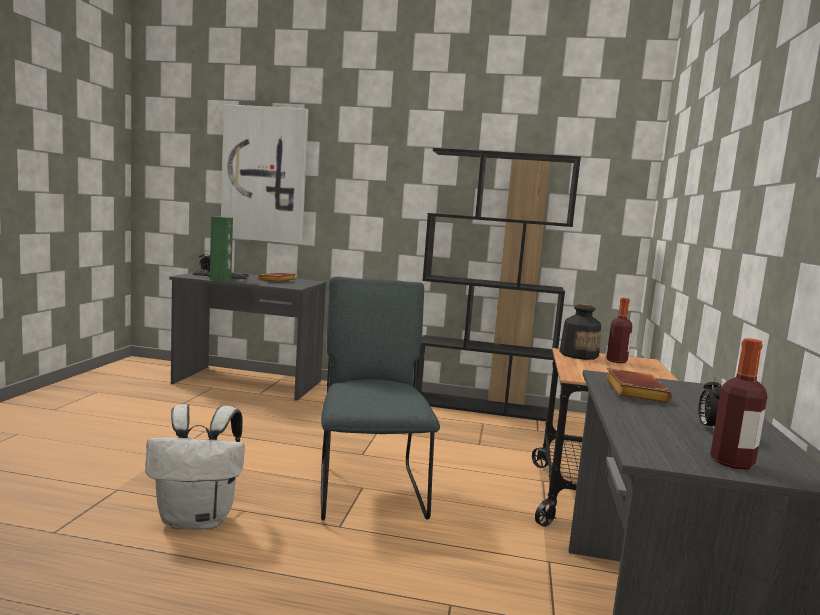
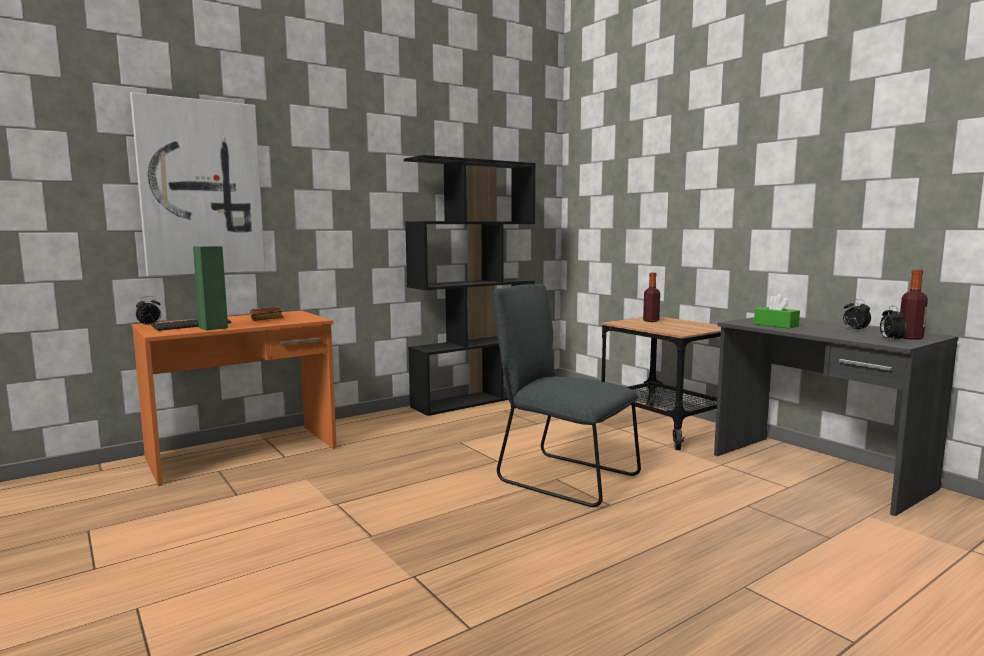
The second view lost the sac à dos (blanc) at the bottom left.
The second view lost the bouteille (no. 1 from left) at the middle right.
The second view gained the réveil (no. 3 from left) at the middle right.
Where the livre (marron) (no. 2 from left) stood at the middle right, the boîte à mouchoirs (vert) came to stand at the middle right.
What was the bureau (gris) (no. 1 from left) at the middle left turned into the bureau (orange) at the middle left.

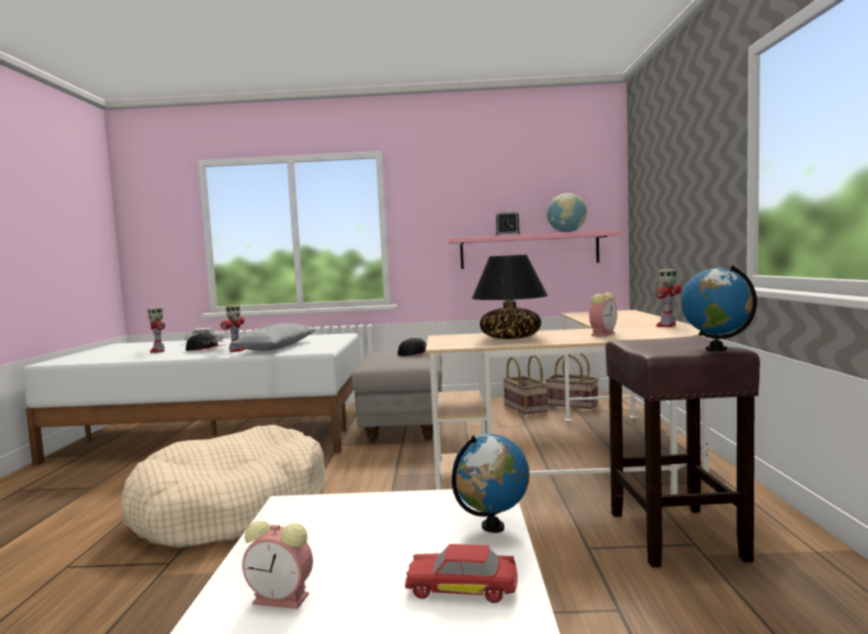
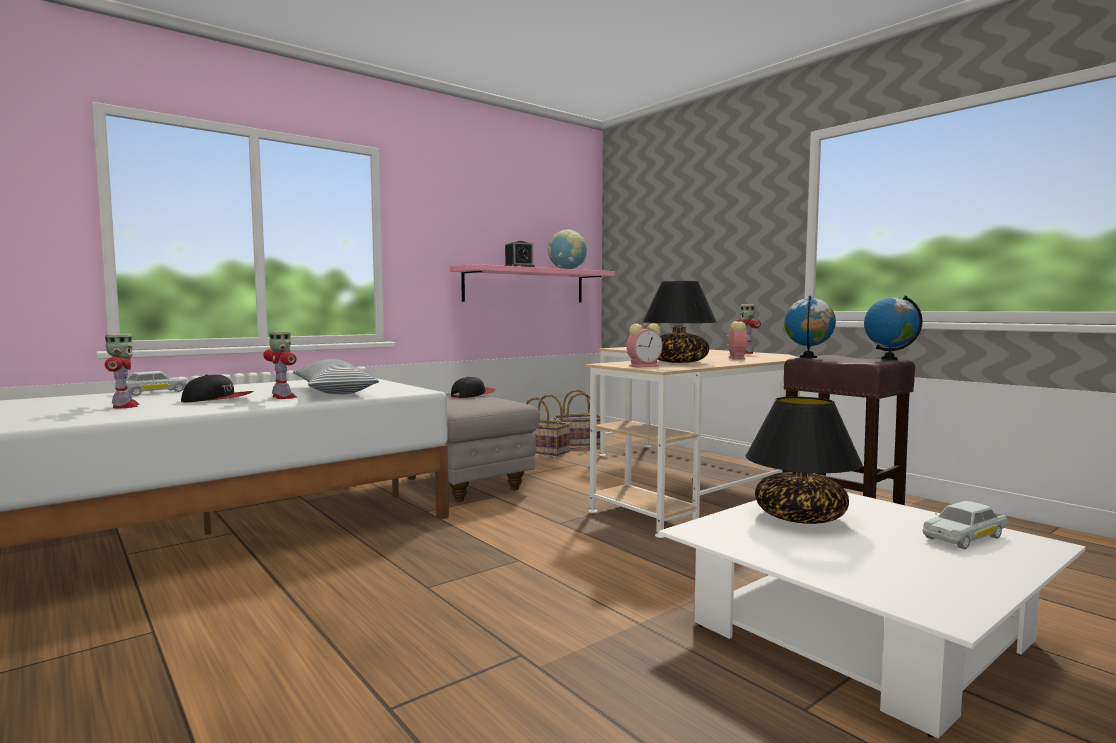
The second view lost the panier pour chien (beige) at the bottom left.
The second view gained the lampe de table (noir) (no. 2 from left) at the middle right.
The réveil (no. 1 from left in the first image) ended up elsewhere, having gone from the bottom left to the centre.
The globe (no. 1 from left in the first image) ended up elsewhere, having gone from the bottom centre to the middle right.
What was the petite voiture (rouge) at the bottom centre turned into the petite voiture (blanc) (no. 2 from left) at the bottom right.
The robot jouet (no. 1 from left) at the middle left ended up facing another way, 135 degrees counterclockwise from before.

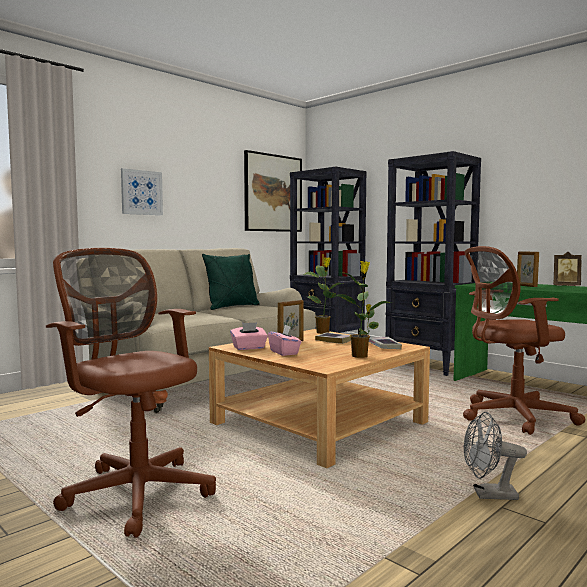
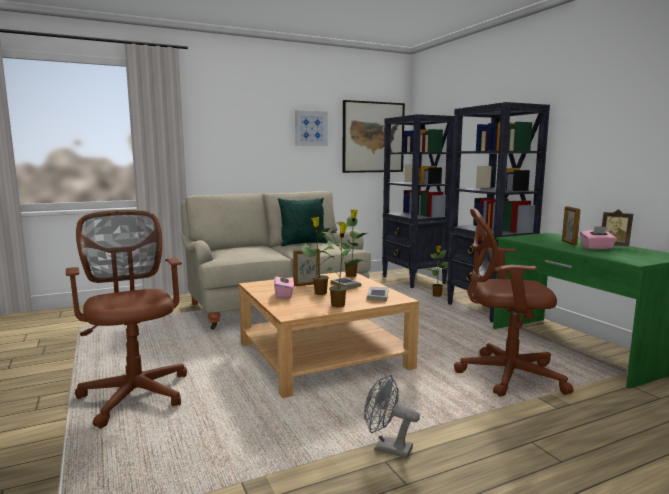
The second view gained the plante en pot (no. 1 from left) at the centre.
The tableau (no. 1 from left) ended up elsewhere, having gone from the top left to the top centre.
The boîte à mouchoirs (rose) (no. 1 from left in the first image) ended up elsewhere, having gone from the centre to the middle right.

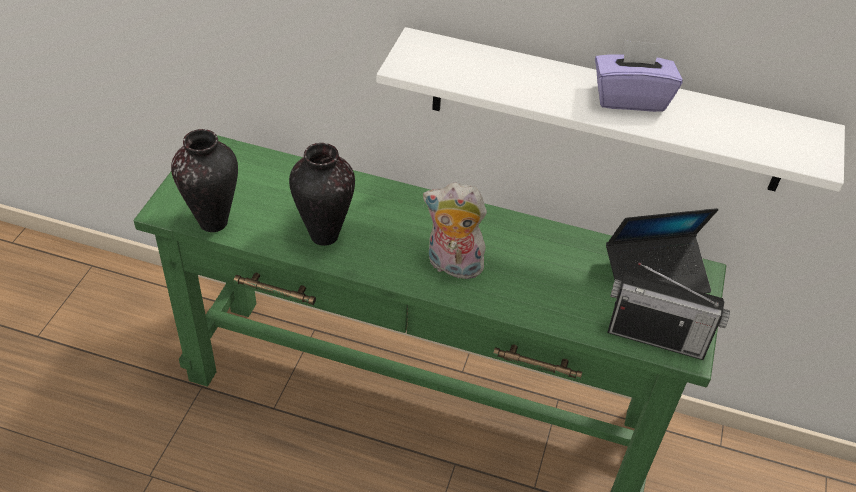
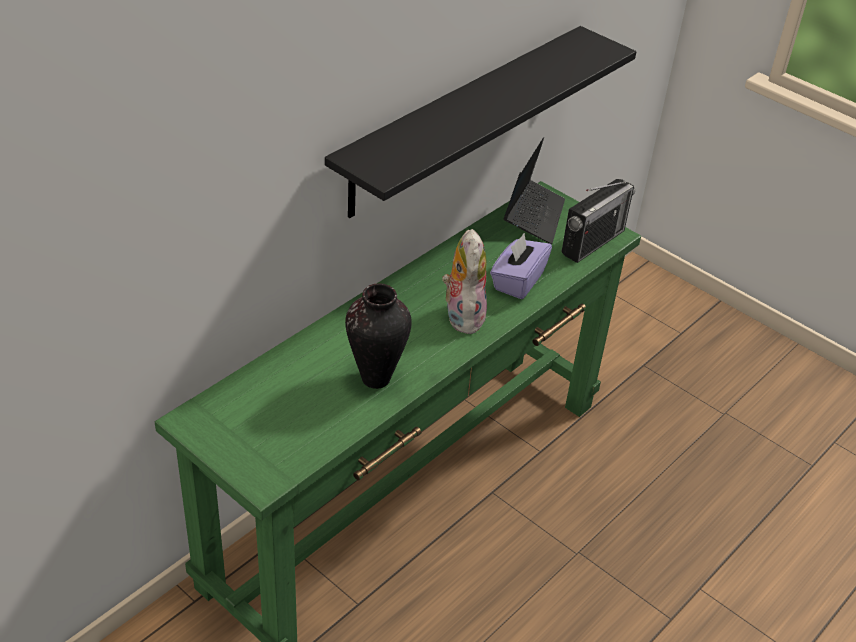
The second view lost the vase (no. 1 from left) at the middle left.
The boîte à mouchoirs (violet) ended up elsewhere, having gone from the top right to the centre.
What was the étagère (blanc) at the top right turned into the étagère (noir) at the top centre.
The peluche at the centre ended up facing another way, 135 degrees clockwise from before.

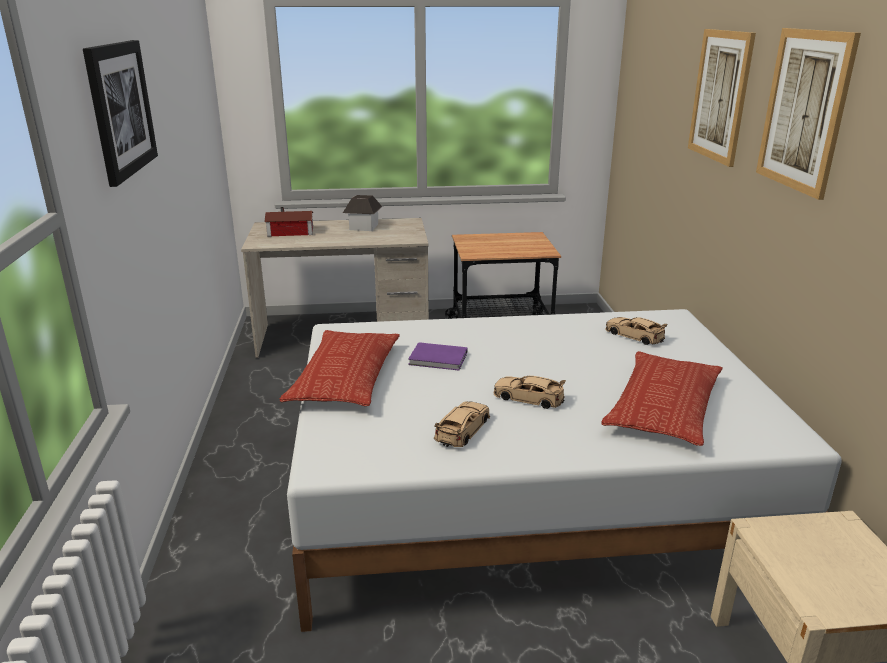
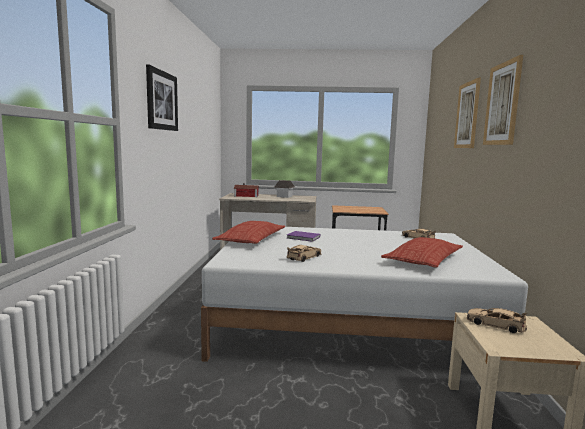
The petite voiture (beige) (no. 2 from left in the first image) ended up elsewhere, having gone from the centre to the bottom right.

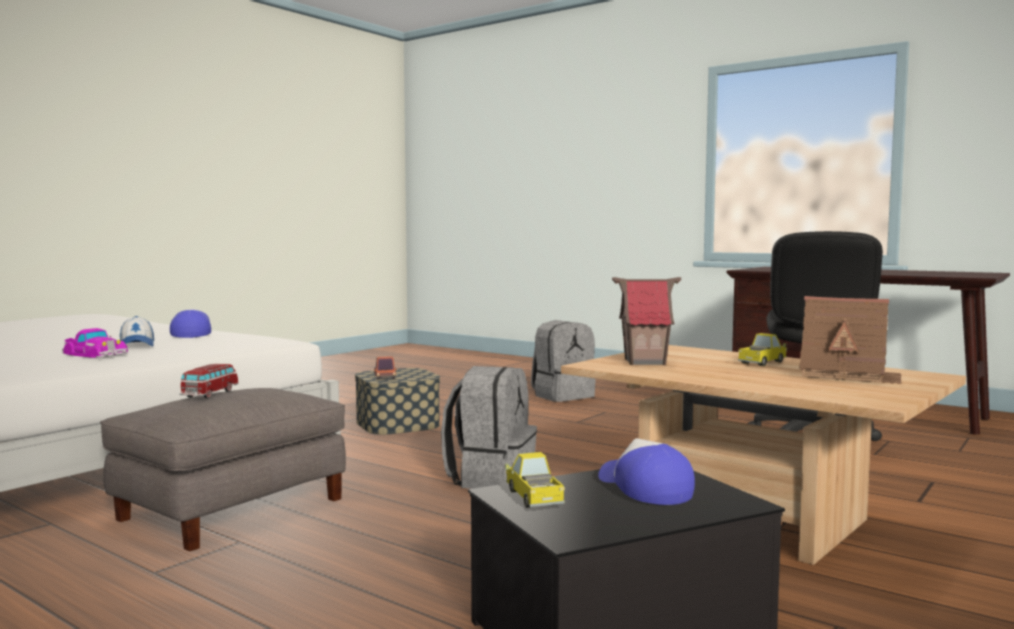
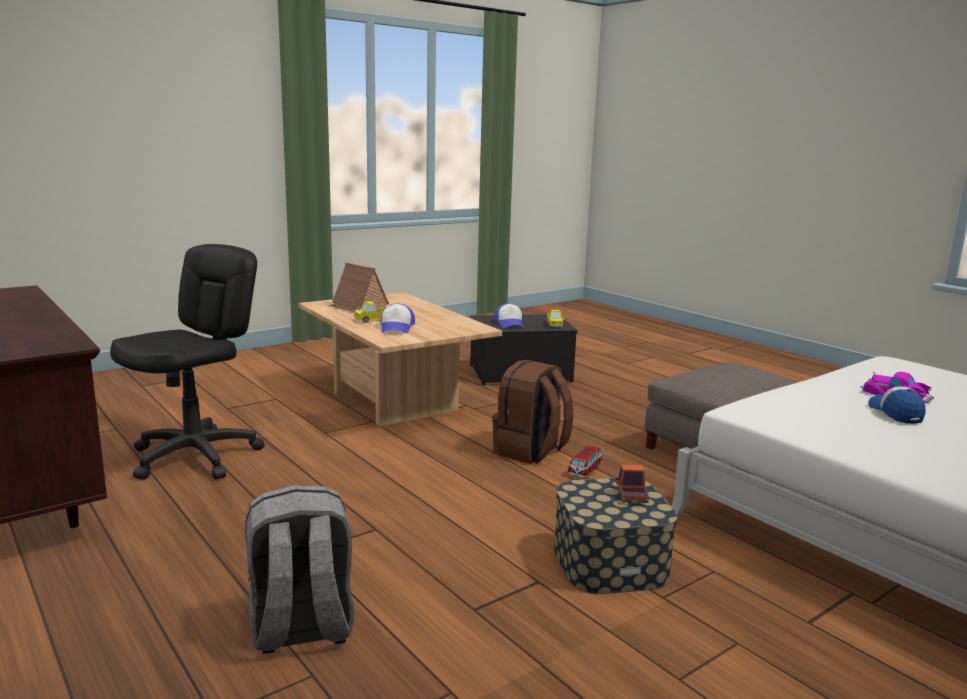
The second view lost the maison miniature (no. 1 from left) at the centre.
The casquette (no. 2 from left in the first image) ended up elsewhere, having gone from the middle left to the centre.
The petite voiture (no. 2 from left in the first image) ended up elsewhere, having gone from the middle left to the centre.
What was the sac à dos (gris) (no. 1 from left) at the bottom centre turned into the sac à dos (marron) at the centre.

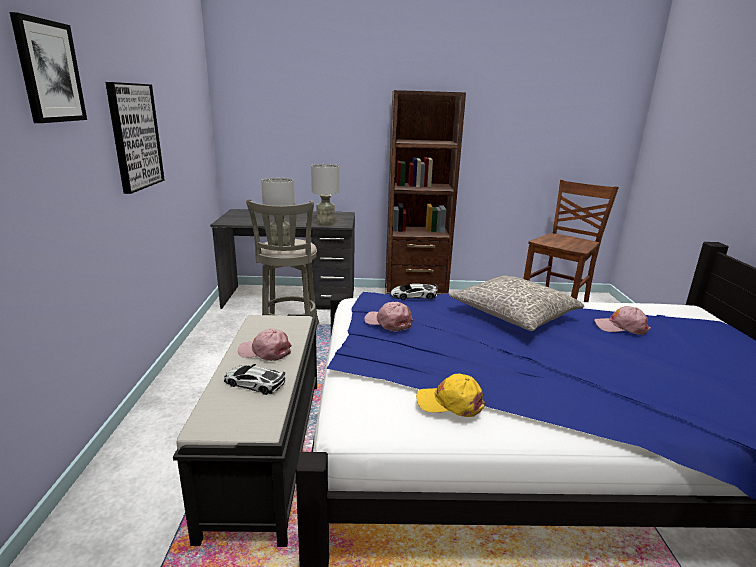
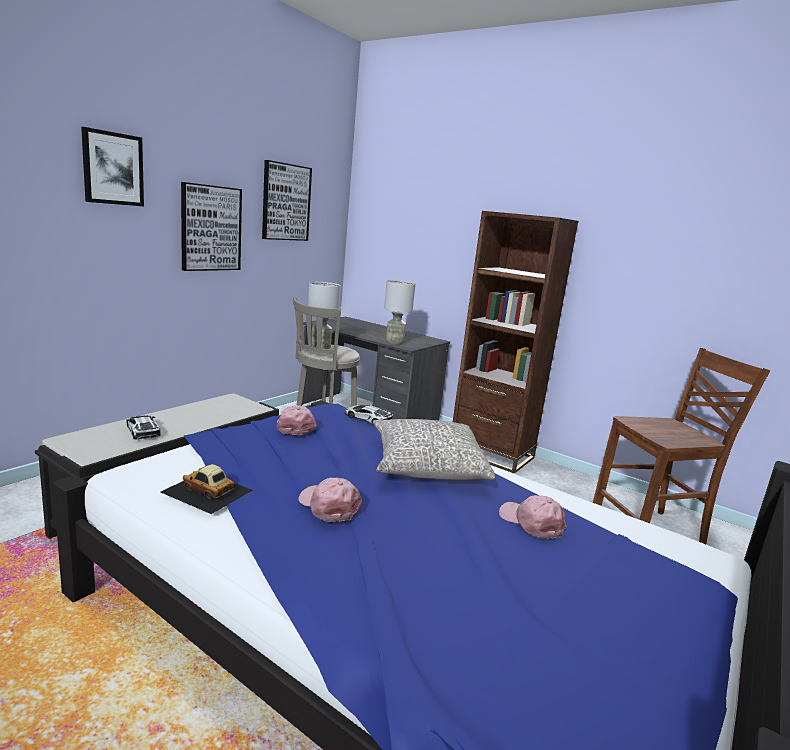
The second view gained the tableau (no. 3 from left) at the top centre.
The casquette (rose) (no. 1 from left in the first image) ended up elsewhere, having gone from the centre to the bottom centre.
Where the casquette (jaune) stood at the bottom centre, the petite voiture (no. 2 from left) came to stand at the middle left.

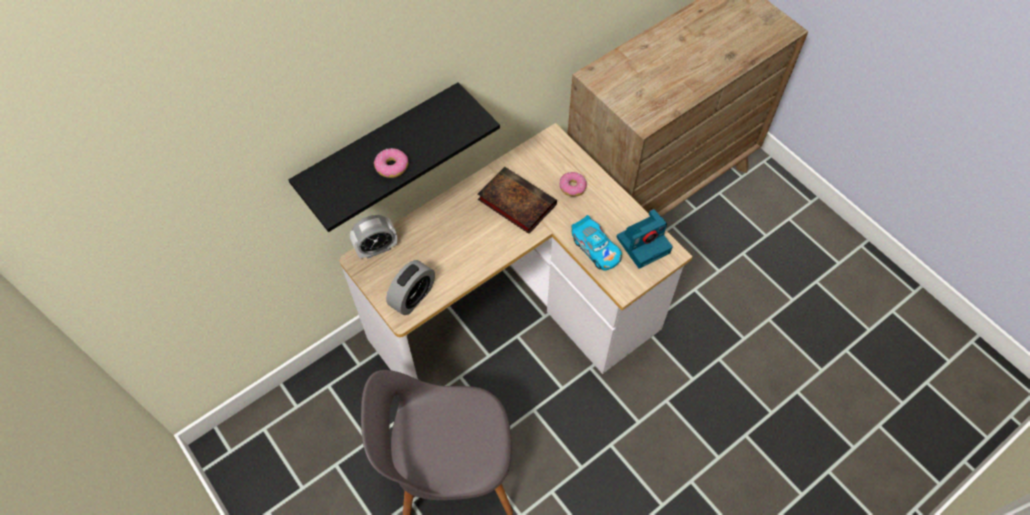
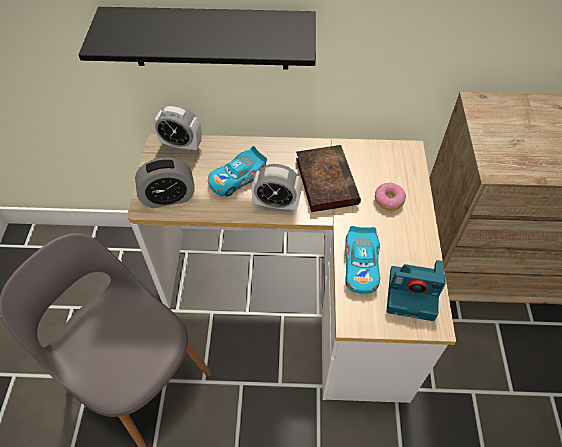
The second view lost the beignet (no. 1 from left) at the top centre.
The second view gained the petite voiture (no. 1 from left) at the centre.
The second view gained the réveil (no. 3 from left) at the centre.

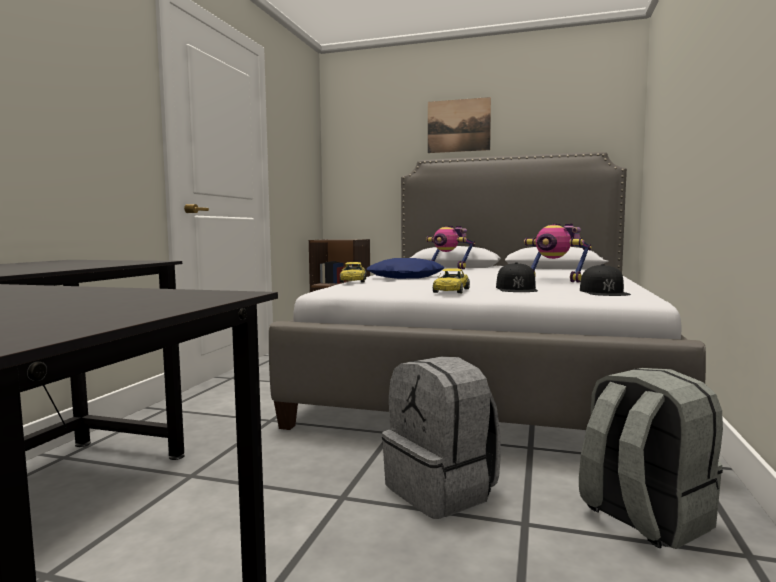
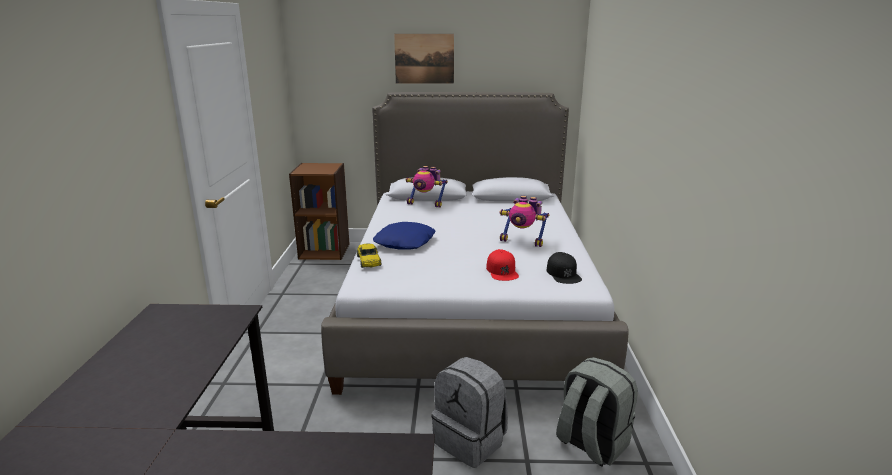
The second view lost the petite voiture (jaune) (no. 2 from left) at the centre.
What was the casquette (noir) (no. 1 from left) at the centre turned into the casquette (rouge) at the centre.

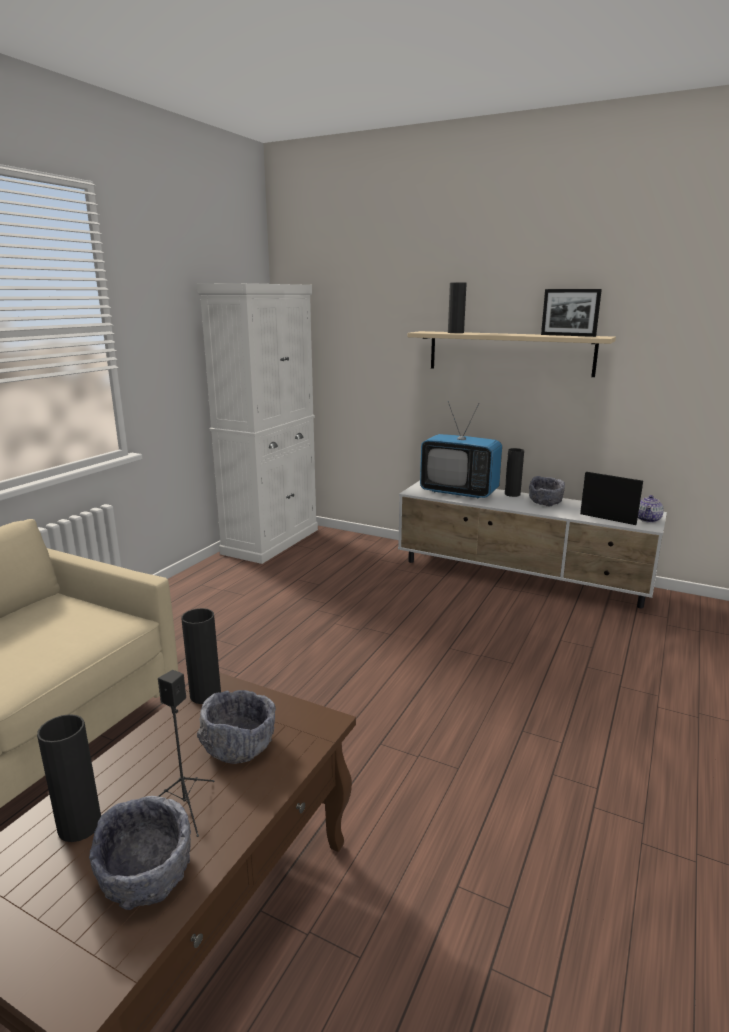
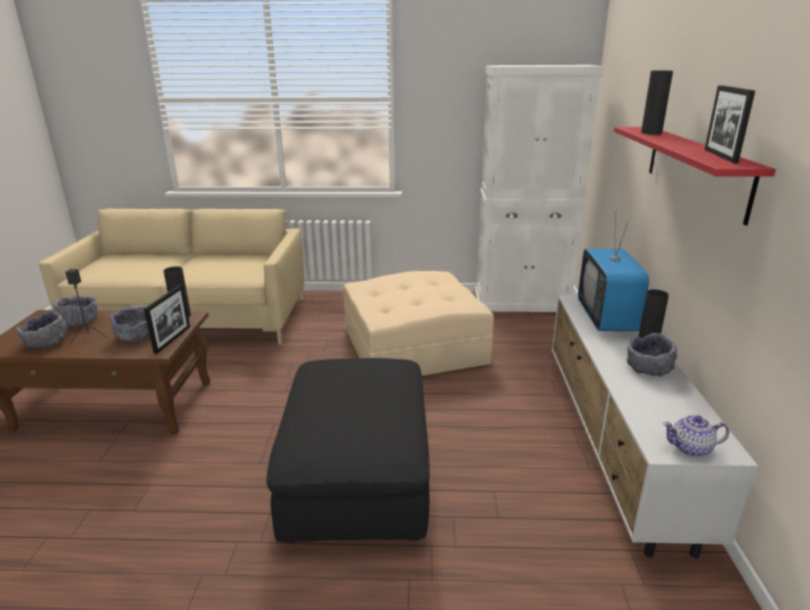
The second view gained the pouf (noir) at the bottom centre.
The second view gained the pouf (beige) at the centre.
The cadre photo (no. 2 from left in the first image) ended up elsewhere, having gone from the middle right to the middle left.
Where the vase (noir) (no. 1 from left) stood at the bottom left, the bol (gris) (no. 2 from left) came to stand at the middle left.
What was the étagère (beige) at the middle right turned into the étagère (rouge) at the top right.

